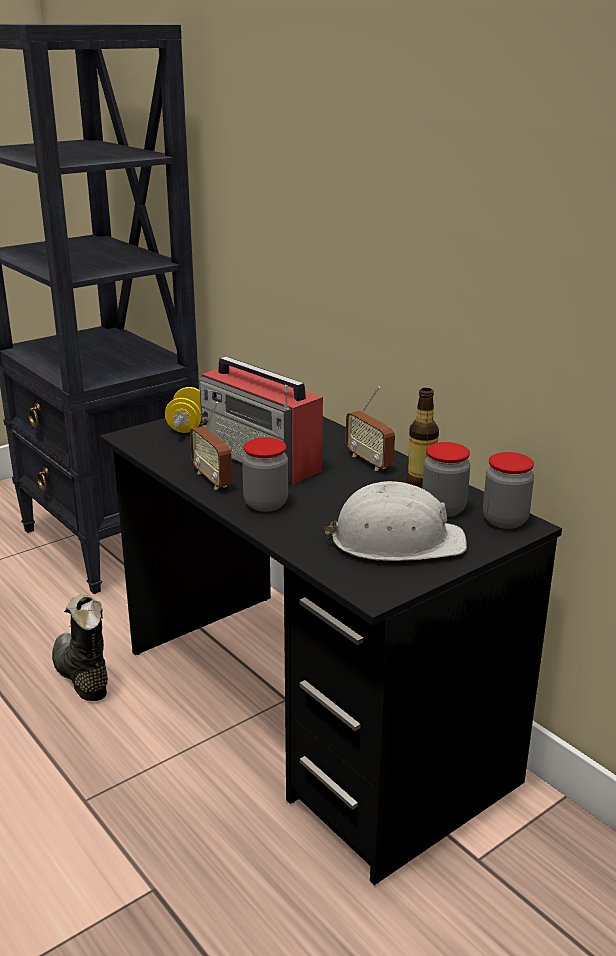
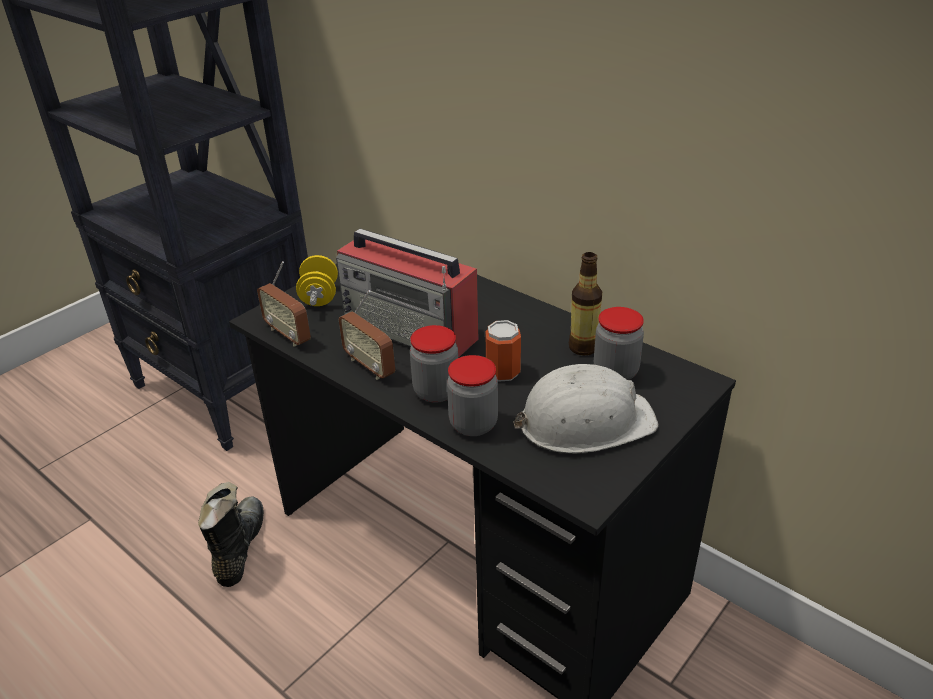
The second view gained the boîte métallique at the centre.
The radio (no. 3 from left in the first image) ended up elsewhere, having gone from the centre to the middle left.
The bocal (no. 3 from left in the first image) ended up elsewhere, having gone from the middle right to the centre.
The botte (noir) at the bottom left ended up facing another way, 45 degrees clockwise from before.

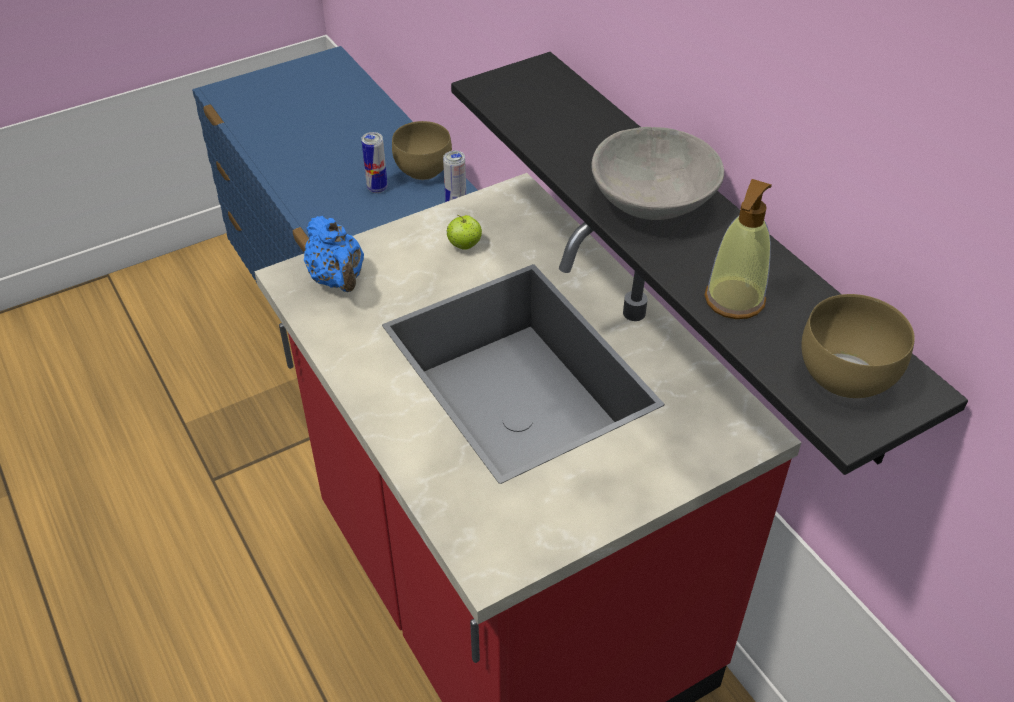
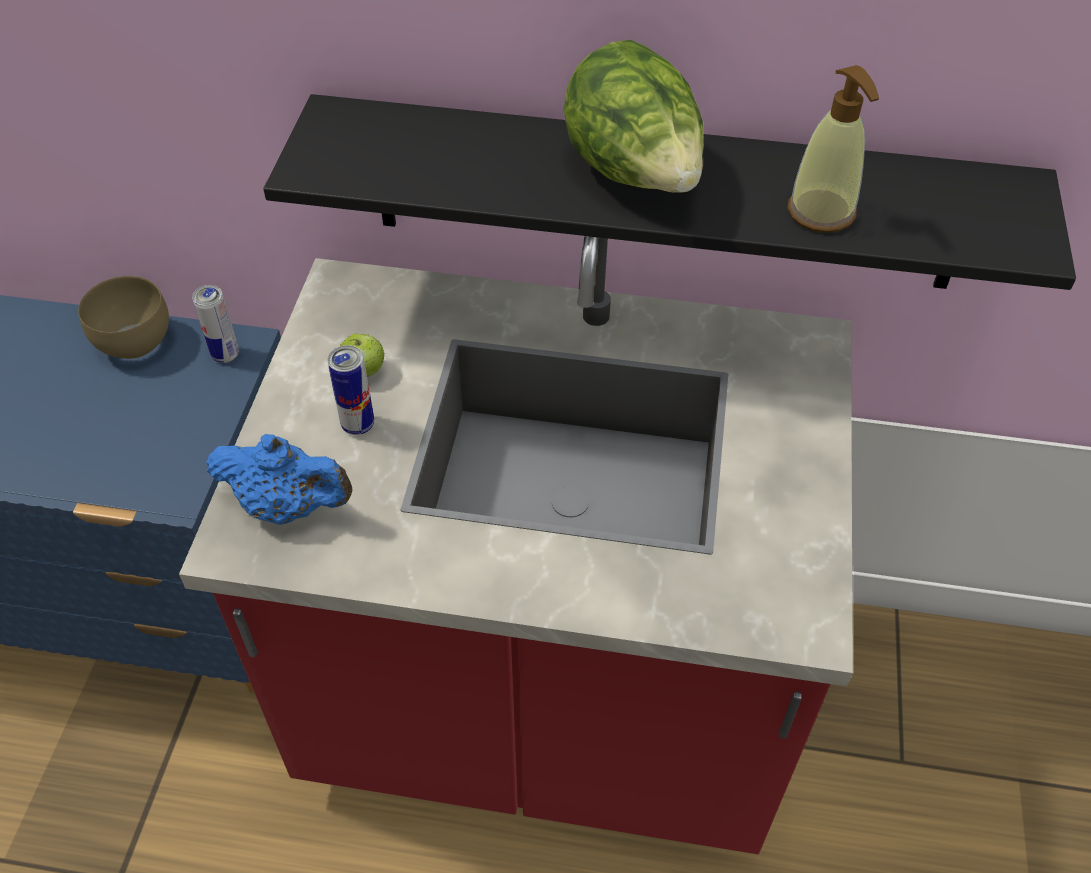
The second view lost the bol (marron) (no. 2 from left) at the middle right.
The boîte métallique (no. 1 from left in the first image) ended up elsewhere, having gone from the top centre to the middle left.
Where the bol (gris) stood at the top centre, the laitue came to stand at the top centre.

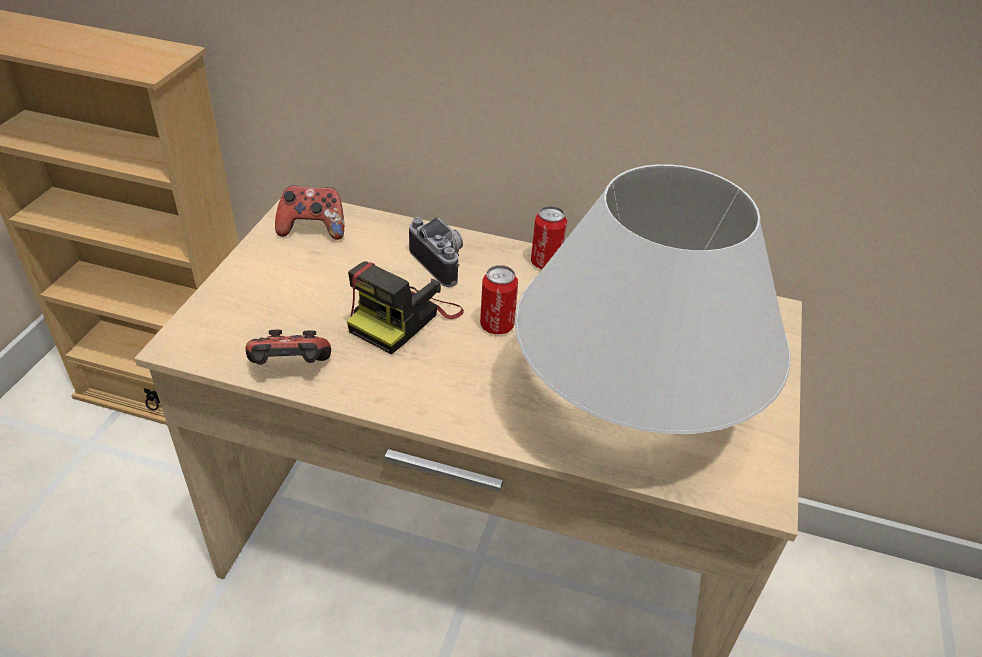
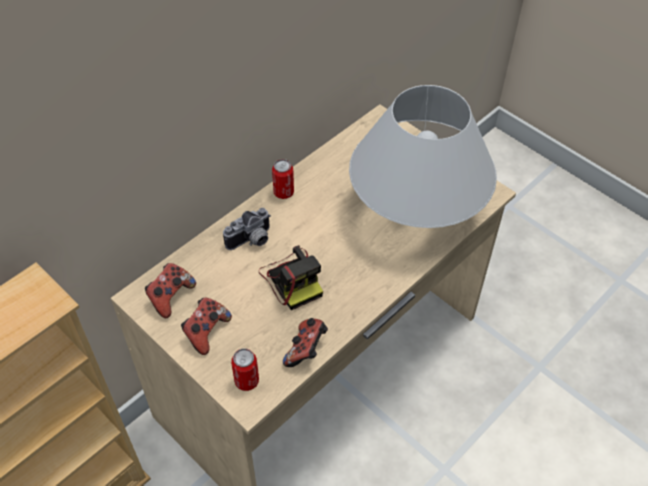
The second view gained the manette (no. 2 from left) at the bottom left.
The boîte métallique (no. 1 from left) ended up elsewhere, having gone from the centre to the bottom centre.
The appareil photo (no. 2 from left in the first image) at the centre ended up facing another way, 150 degrees clockwise from before.

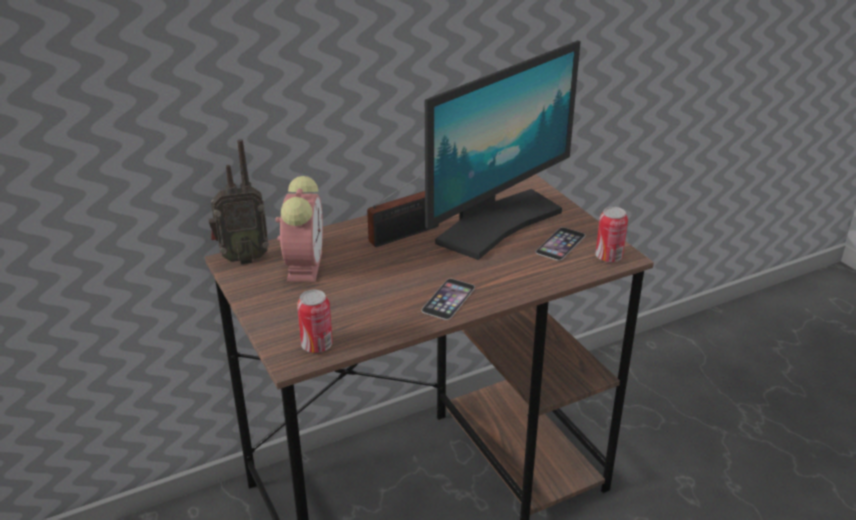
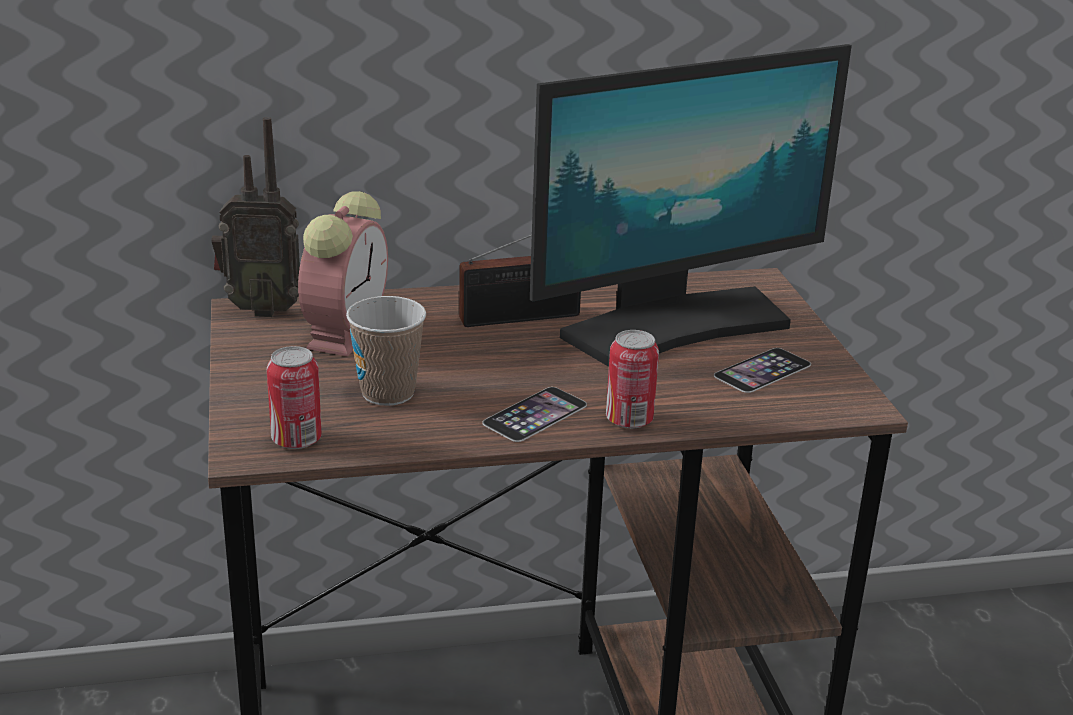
The second view gained the tasse at the centre.
The boîte métallique (no. 2 from left) ended up elsewhere, having gone from the middle right to the centre.

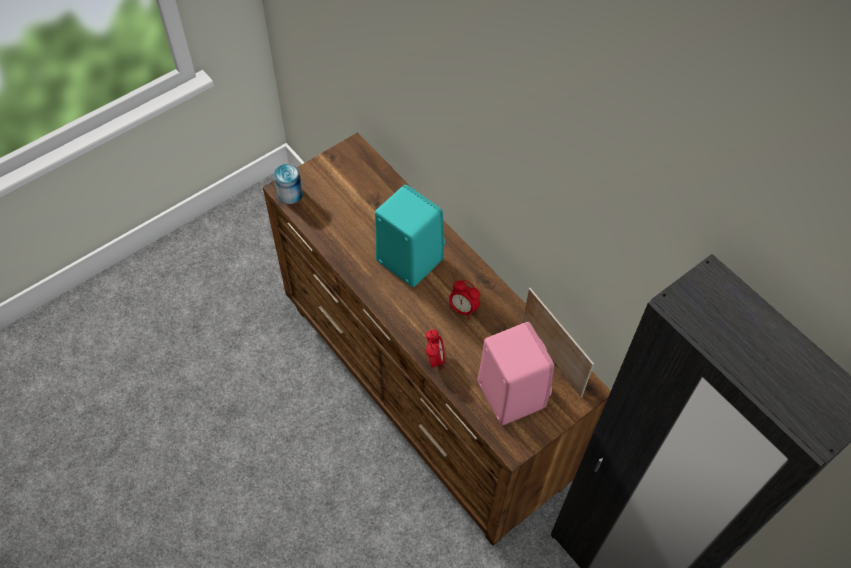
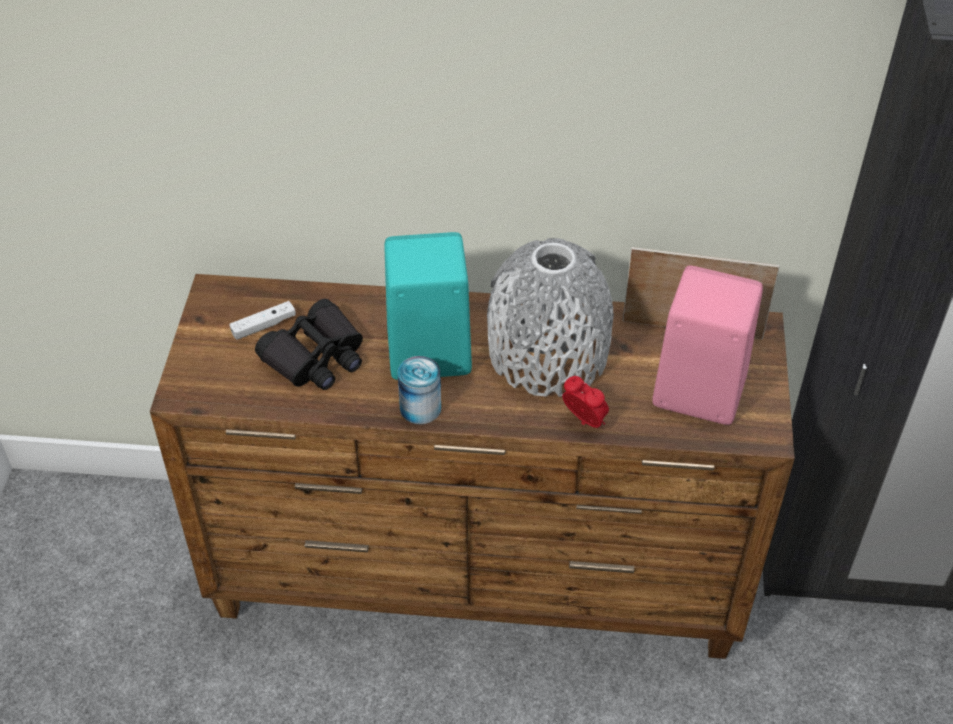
The second view gained the manette (blanc) at the middle left.
The second view gained the jumelles (noir) at the middle left.
The boîte métallique ended up elsewhere, having gone from the top centre to the centre.
Where the réveil (no. 2 from left) stood at the centre, the vase (gris) came to stand at the centre.

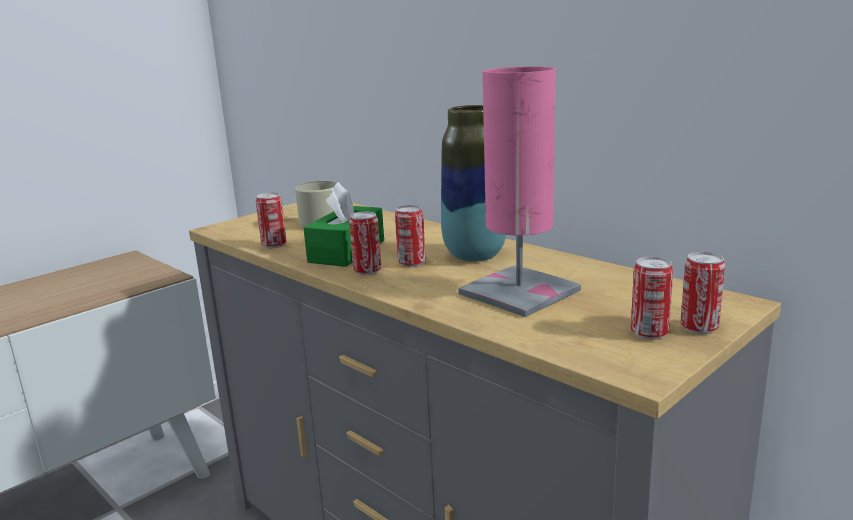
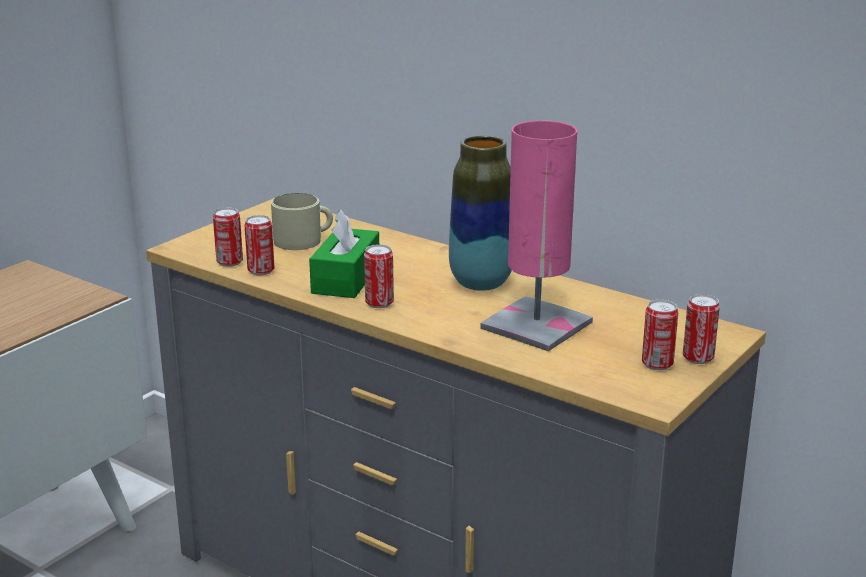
The boîte métallique (no. 3 from left in the first image) ended up elsewhere, having gone from the centre to the middle left.

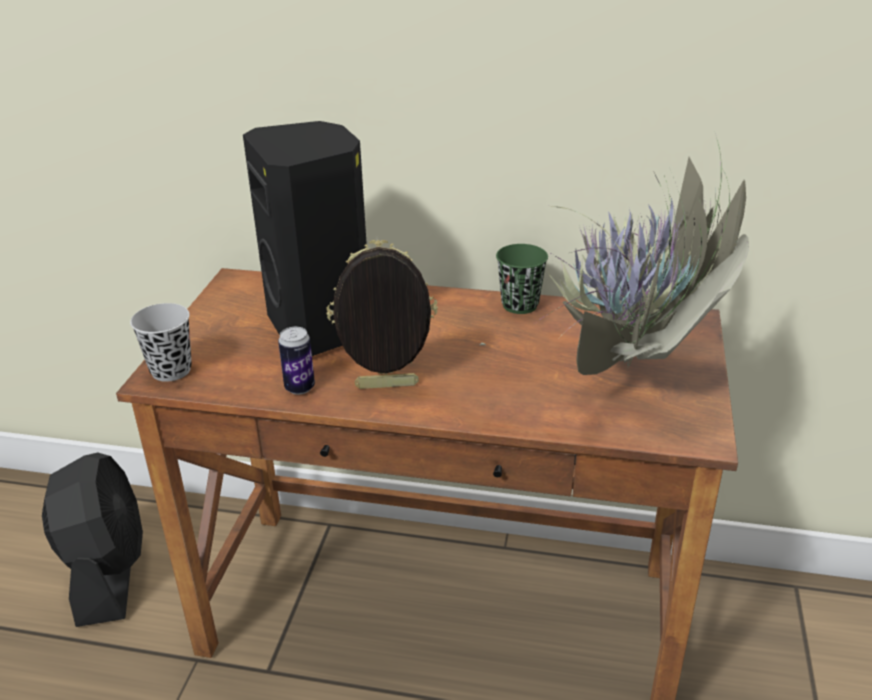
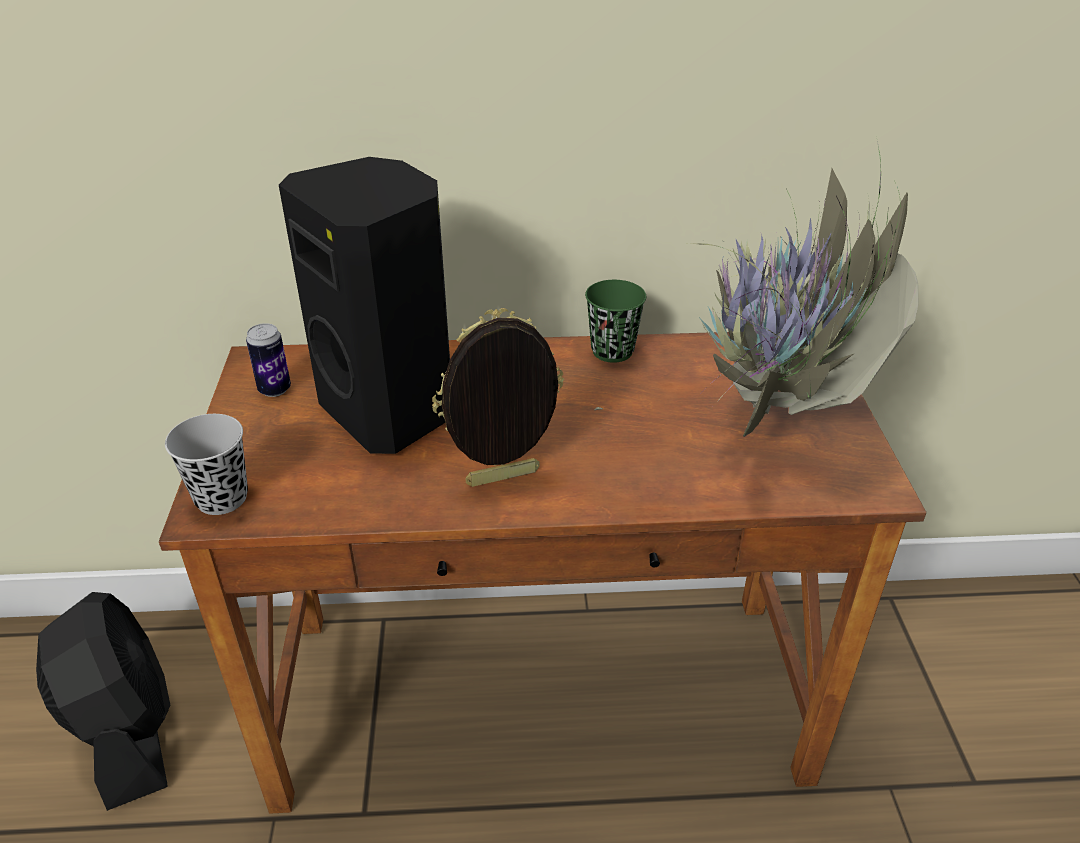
The boîte métallique ended up elsewhere, having gone from the centre to the middle left.

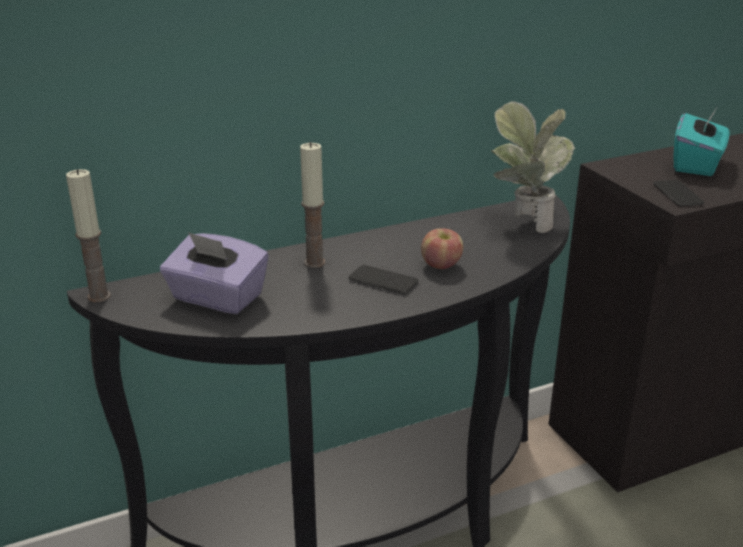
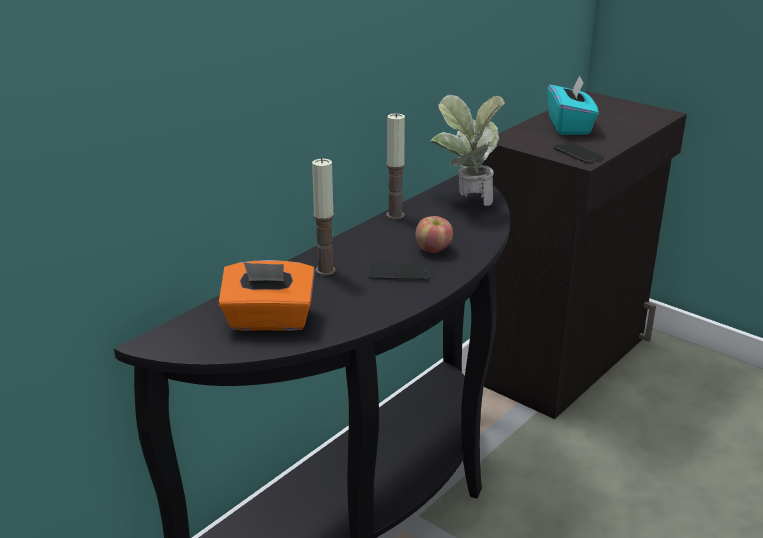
The bougie (no. 1 from left in the first image) ended up elsewhere, having gone from the middle left to the top centre.
What was the boîte à mouchoirs (violet) at the middle left turned into the boîte à mouchoirs (orange) at the centre.

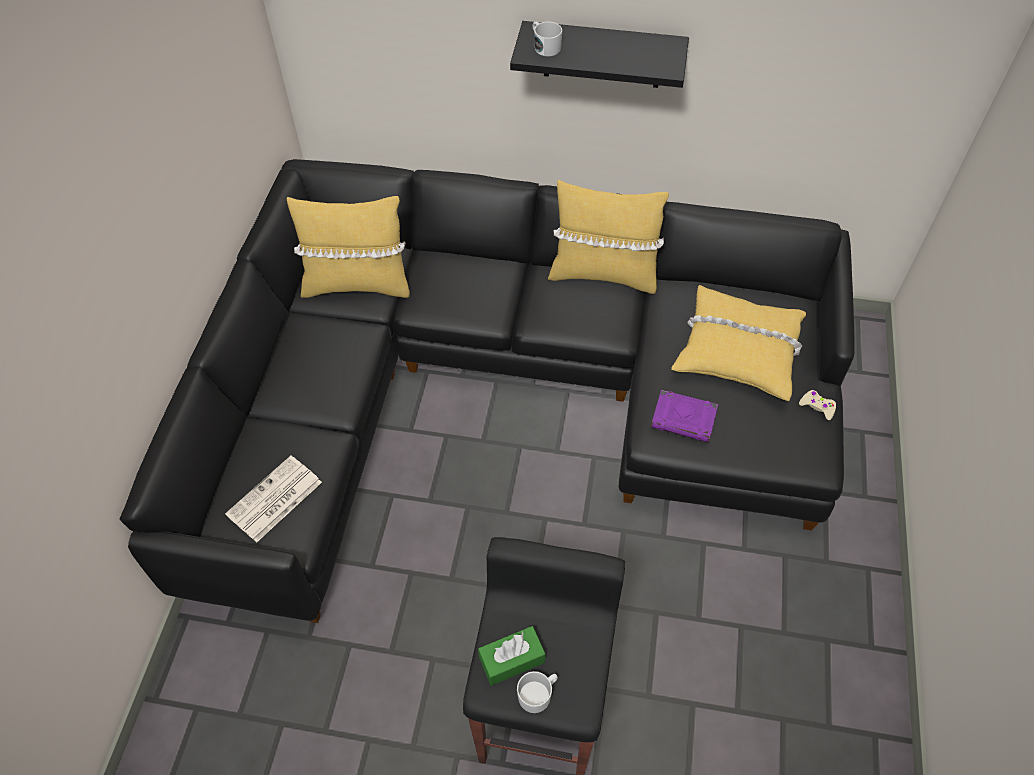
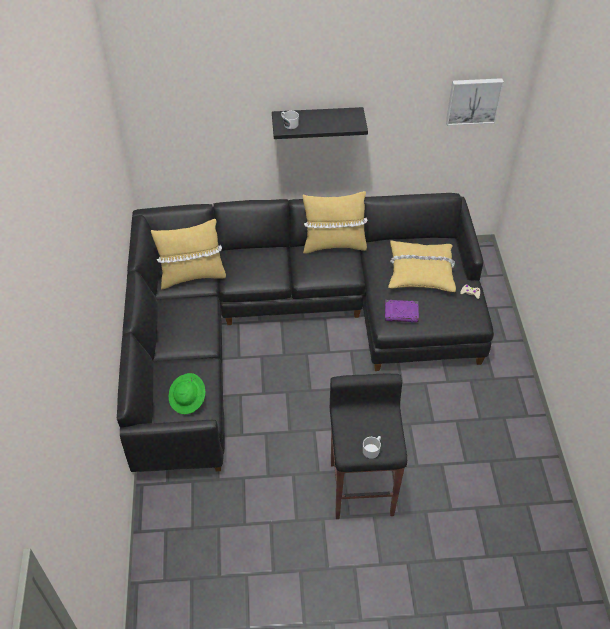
The second view lost the boîte à mouchoirs (vert) at the bottom centre.
The second view gained the tableau at the top right.
Where the journal stood at the middle left, the chapeau (vert) came to stand at the middle left.

